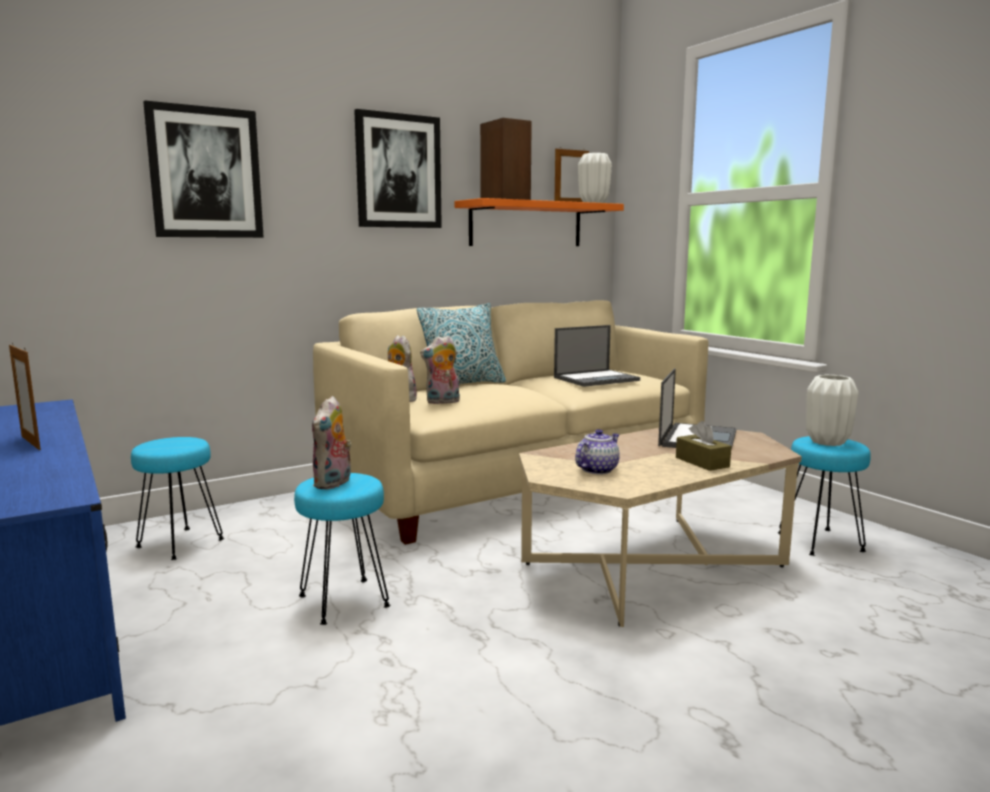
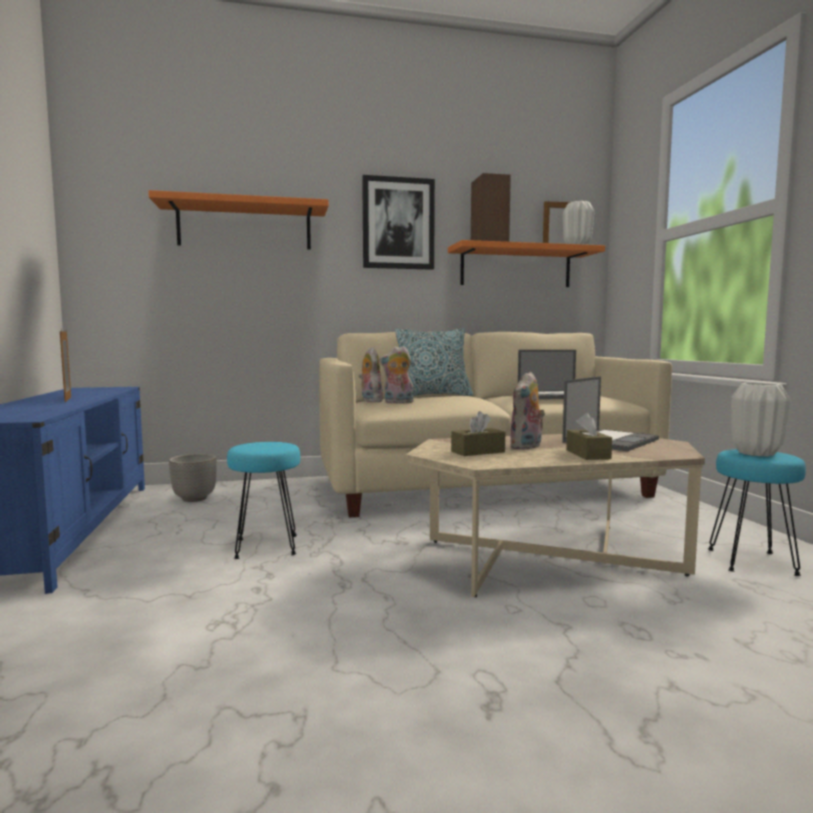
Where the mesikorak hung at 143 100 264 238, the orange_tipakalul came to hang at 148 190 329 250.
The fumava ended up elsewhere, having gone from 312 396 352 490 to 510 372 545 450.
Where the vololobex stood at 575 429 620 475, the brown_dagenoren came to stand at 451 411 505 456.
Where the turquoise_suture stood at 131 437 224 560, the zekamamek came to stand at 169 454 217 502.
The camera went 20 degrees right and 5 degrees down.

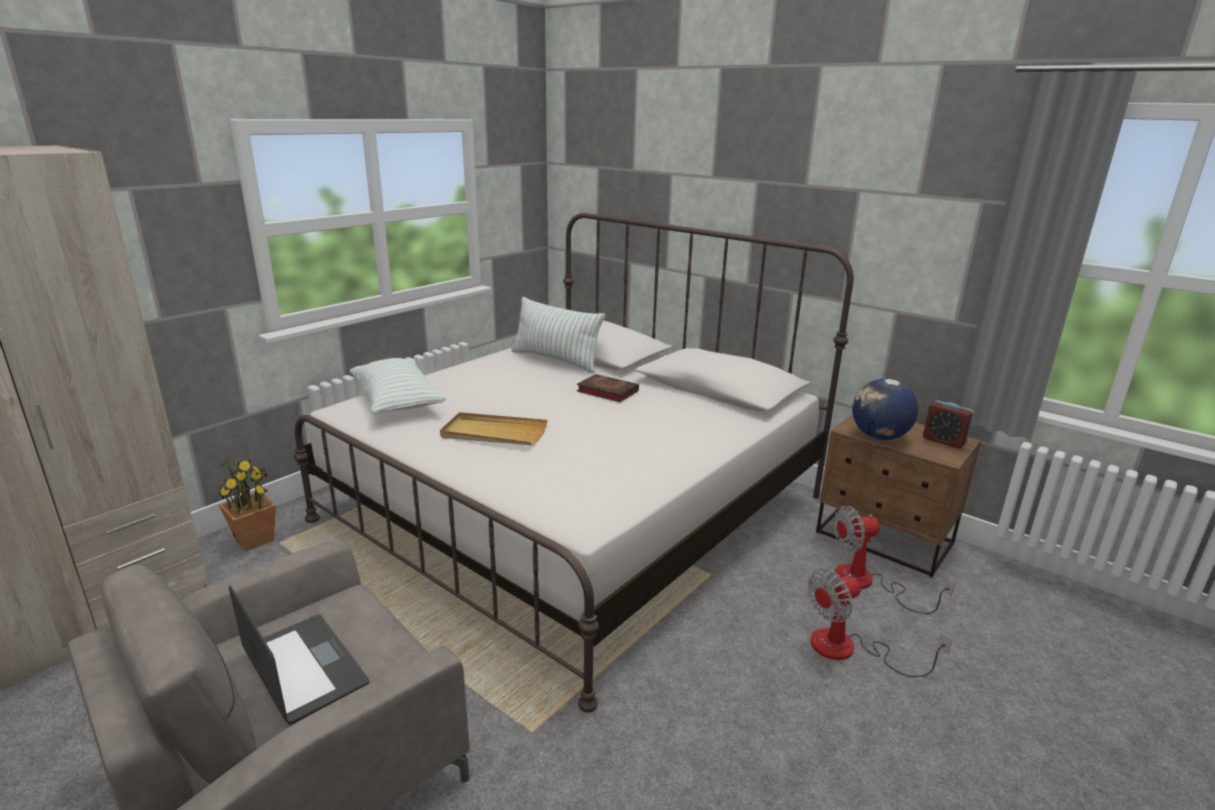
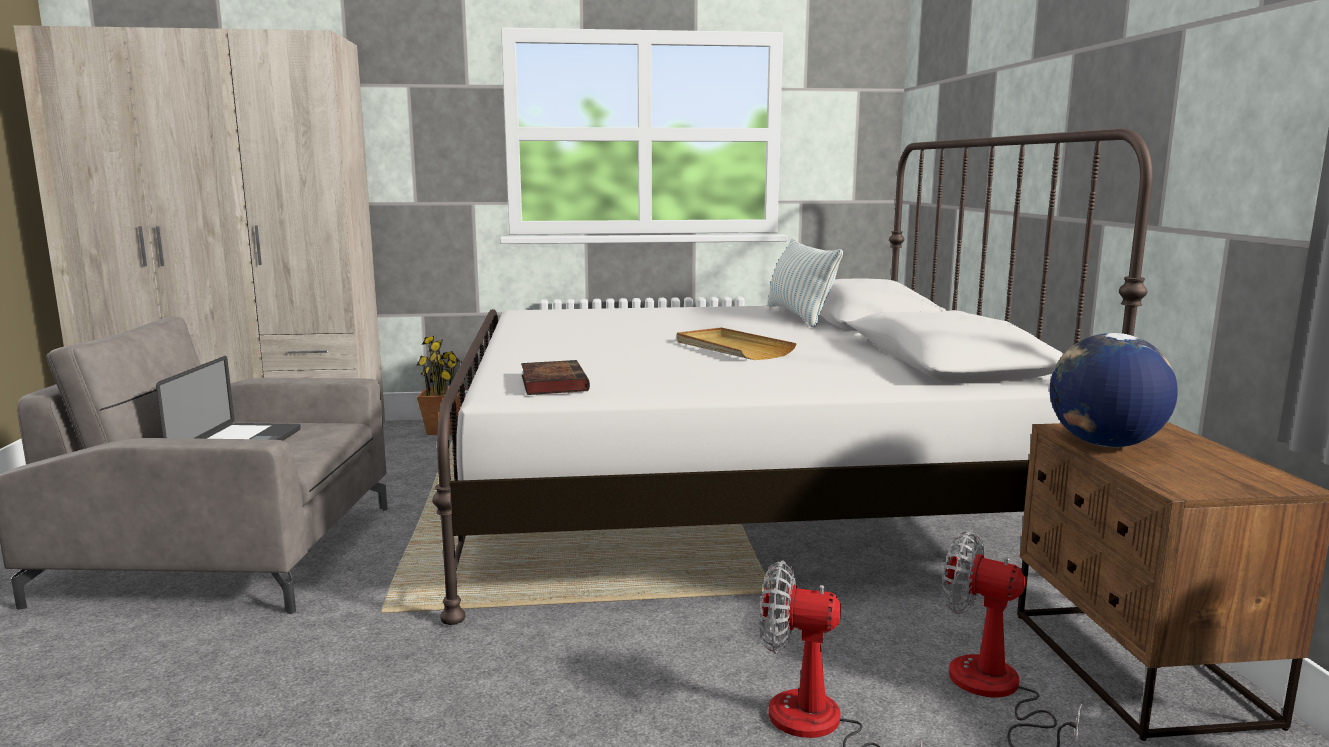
The second view lost the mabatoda at 350 358 446 415.
The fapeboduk ended up elsewhere, having gone from 577 374 639 402 to 521 360 590 395.
The second view lost the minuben at 923 400 974 448.
The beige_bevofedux ended up elsewhere, having gone from 440 412 547 445 to 677 327 797 360.
The camera went 45 degrees right and 10 degrees down.

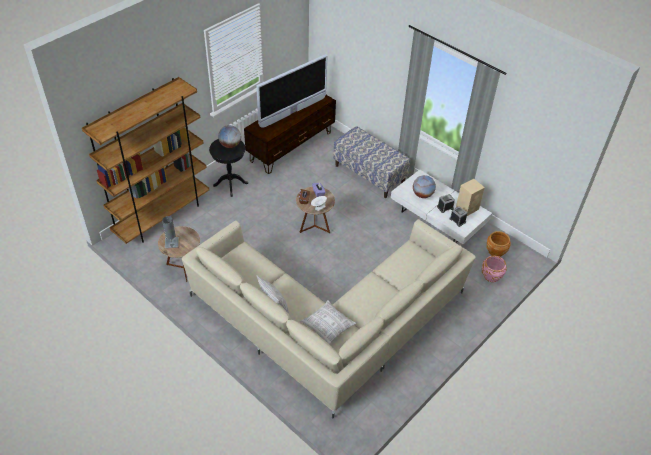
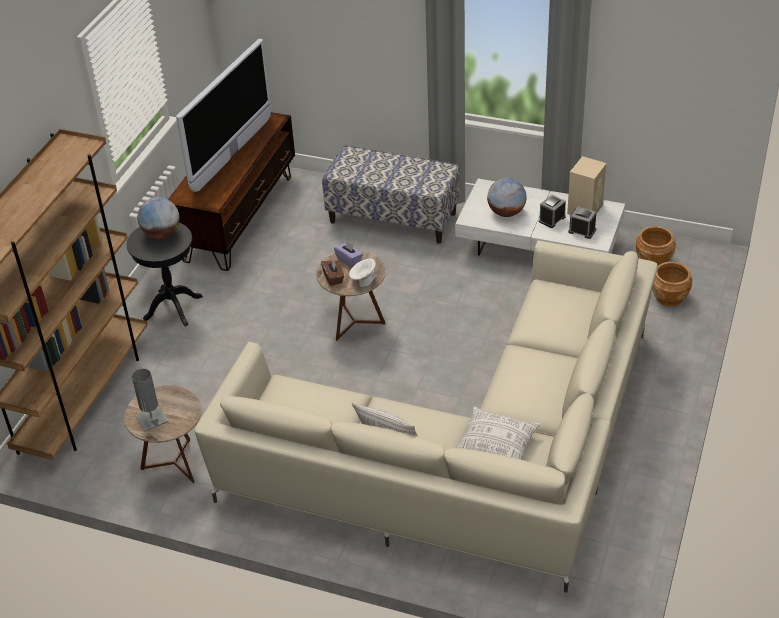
What was the pink_zekamamek at 482 255 507 282 turned into the brown_zekamamek at 652 262 692 307.
The camera went 20 degrees left and 5 degrees down.

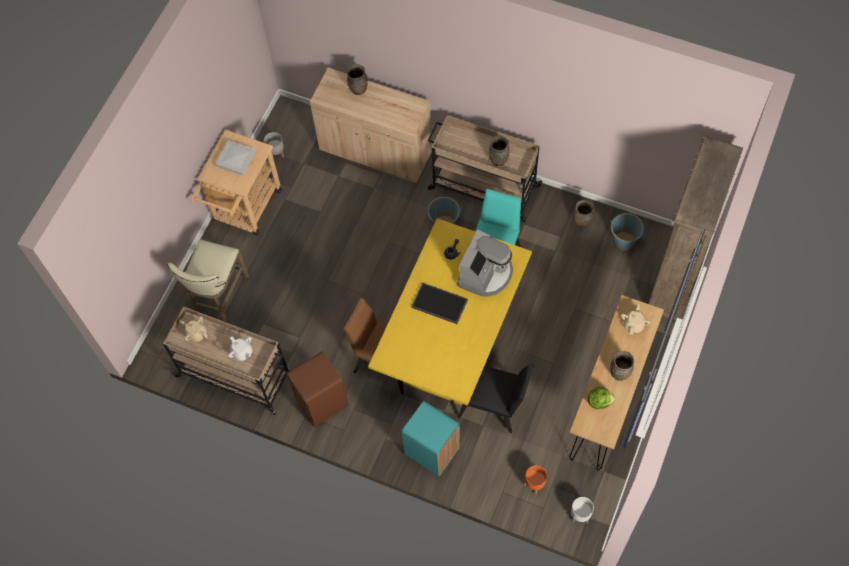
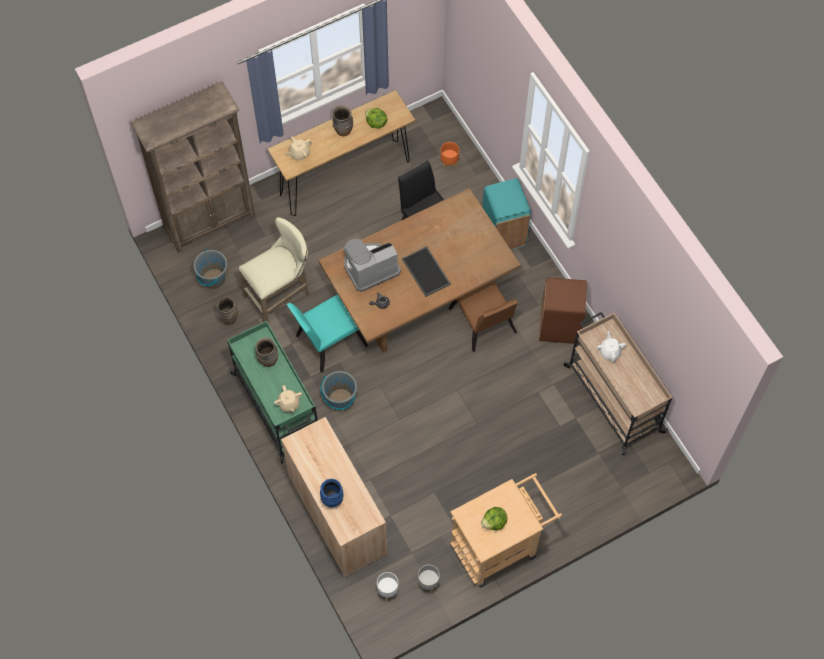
What was the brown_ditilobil at 347 64 368 95 turned into the blue_ditilobil at 320 479 344 507.
What was the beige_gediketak at 428 115 542 222 turned into the green_gediketak at 227 321 318 463.
Where the white_bevofedux stood at 215 140 256 175, the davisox came to stand at 481 507 507 530.
What was the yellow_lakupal at 368 218 532 406 turned into the brown_lakupal at 319 188 521 353.
The beige_suture ended up elsewhere, having gone from 167 239 249 322 to 238 217 309 324.
The beige_vololobex ended up elsewhere, having gone from 180 316 208 342 to 274 385 302 412.
The white_zekamamek ended up elsewhere, having gone from 571 497 594 524 to 377 572 399 601.
The camera went 145 degrees left and 0 degrees up.

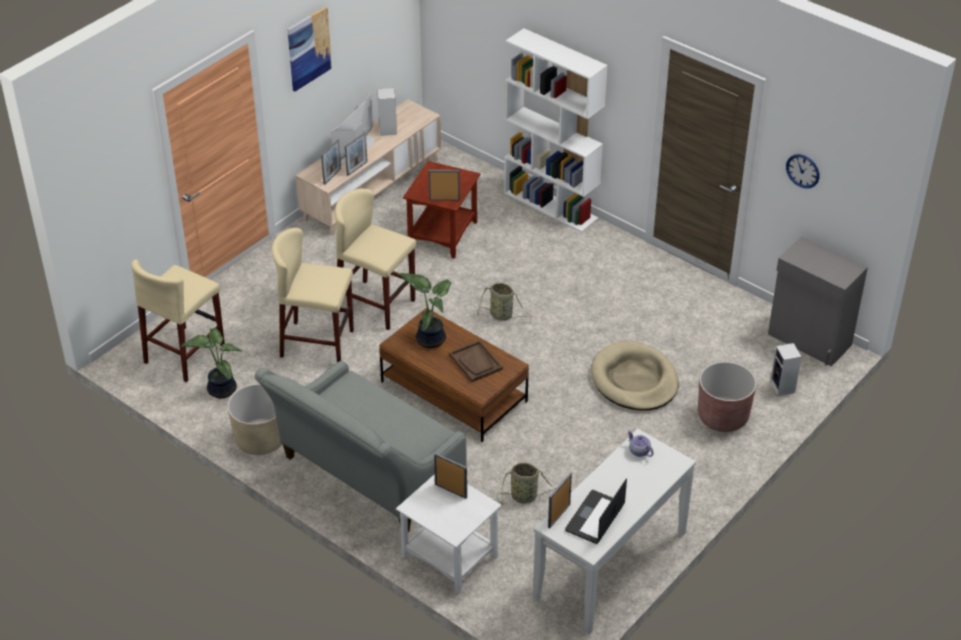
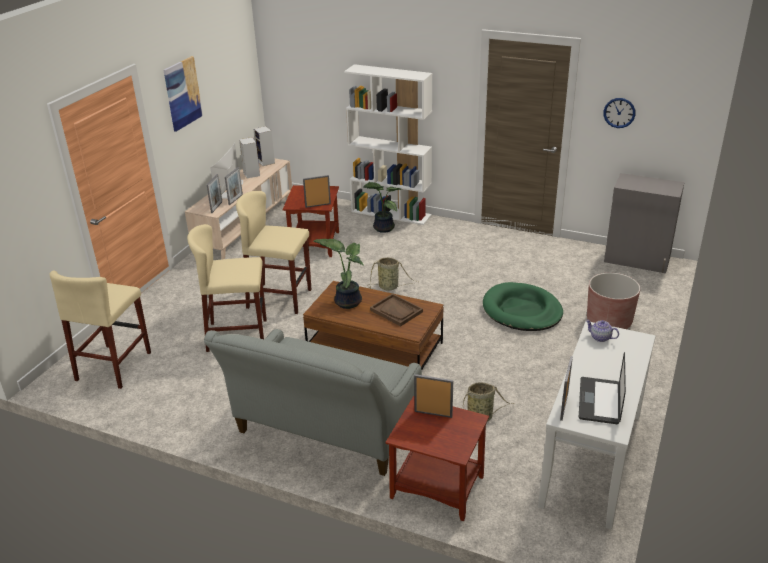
The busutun ended up elsewhere, having gone from 181 328 242 399 to 363 182 401 233.
What was the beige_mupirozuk at 591 341 679 411 turned into the green_mupirozuk at 483 282 563 331.
The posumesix ended up elsewhere, having gone from 770 343 802 396 to 253 126 275 166.
The second view lost the beige_zekamamek at 228 384 282 455.
What was the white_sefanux at 396 474 502 595 turned into the brown_sefanux at 385 396 489 521.
The camera went 15 degrees left and 10 degrees down.

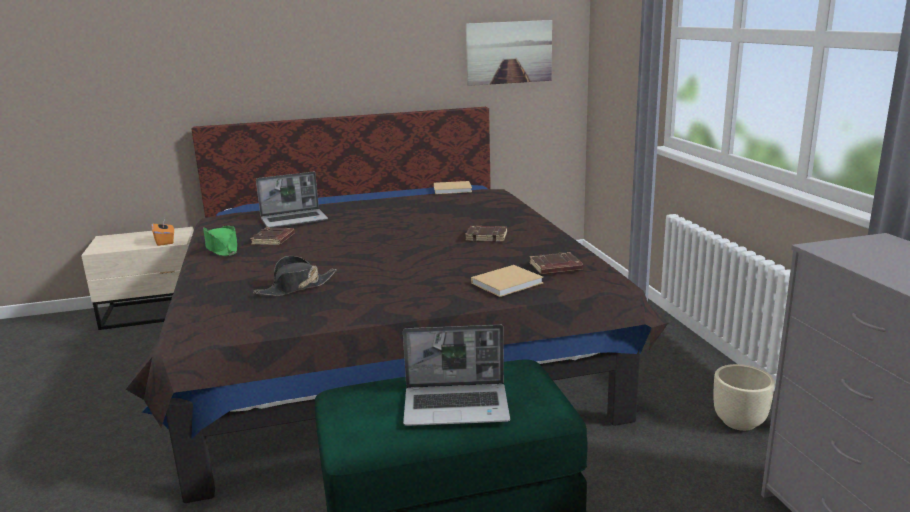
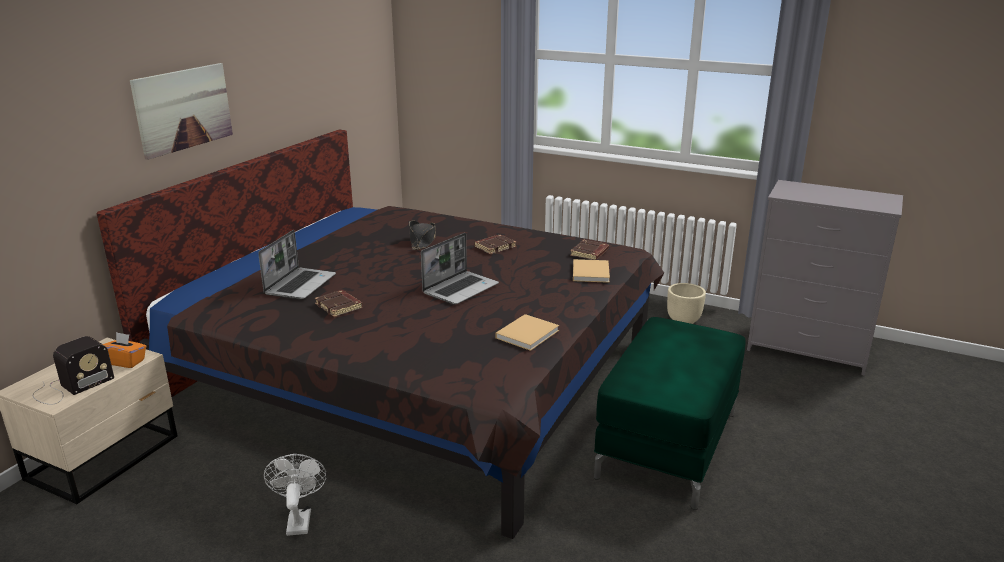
The mesikorak ended up elsewhere, having gone from 466 20 552 86 to 130 63 233 160.
The beige_fapeboduk ended up elsewhere, having gone from 434 181 472 194 to 496 314 559 351.
The second view lost the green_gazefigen at 203 226 237 256.
The black_gazefigen ended up elsewhere, having gone from 253 256 337 296 to 409 220 436 250.
The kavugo ended up elsewhere, having gone from 403 324 510 426 to 421 233 499 304.
The second view gained the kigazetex at 33 336 114 405.
The second view gained the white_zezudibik at 264 454 327 536.
The camera went 50 degrees left and 5 degrees up.

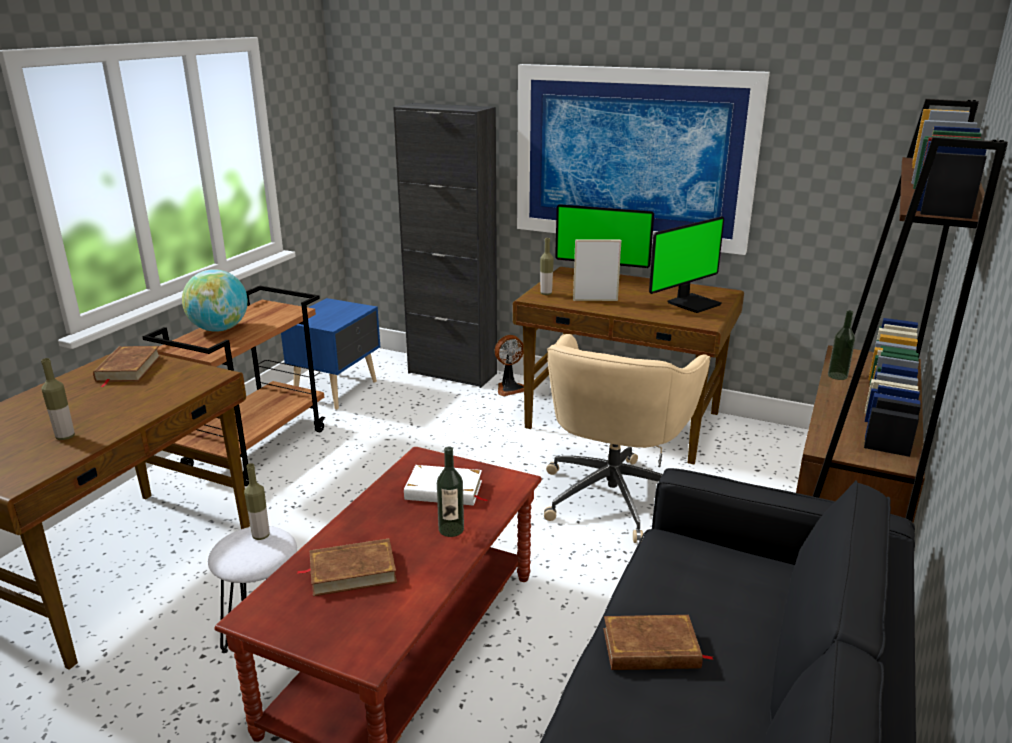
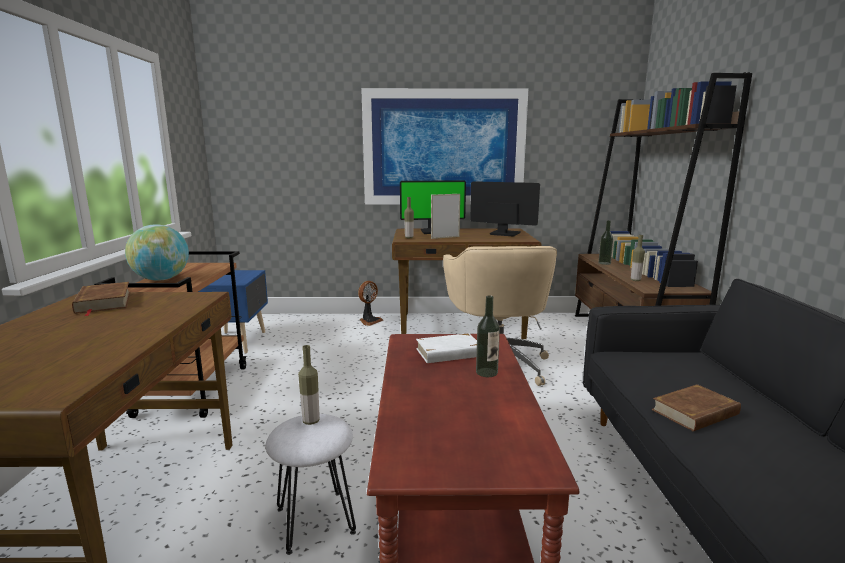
The second view lost the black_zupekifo at 393 103 497 388.
The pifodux at 649 216 724 313 ended up facing another way, 90 degrees counterclockwise from before.
The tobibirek ended up elsewhere, having gone from 41 358 75 440 to 631 235 645 281.
The second view lost the brown_fapeboduk at 296 539 397 596.
The camera went 25 degrees left and 10 degrees down.

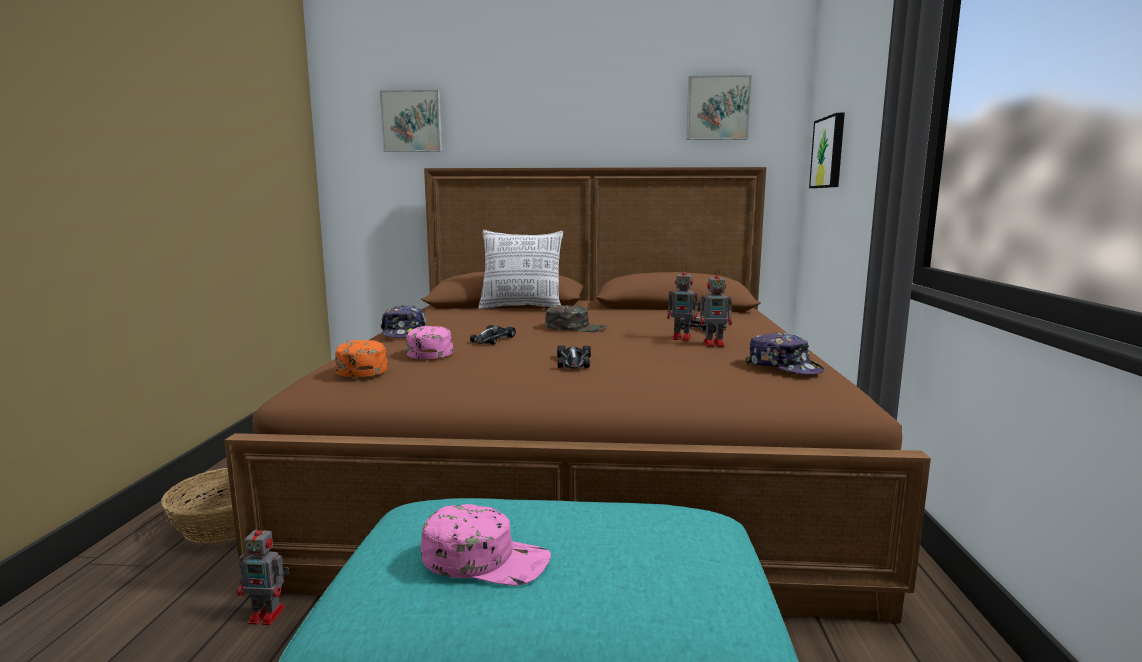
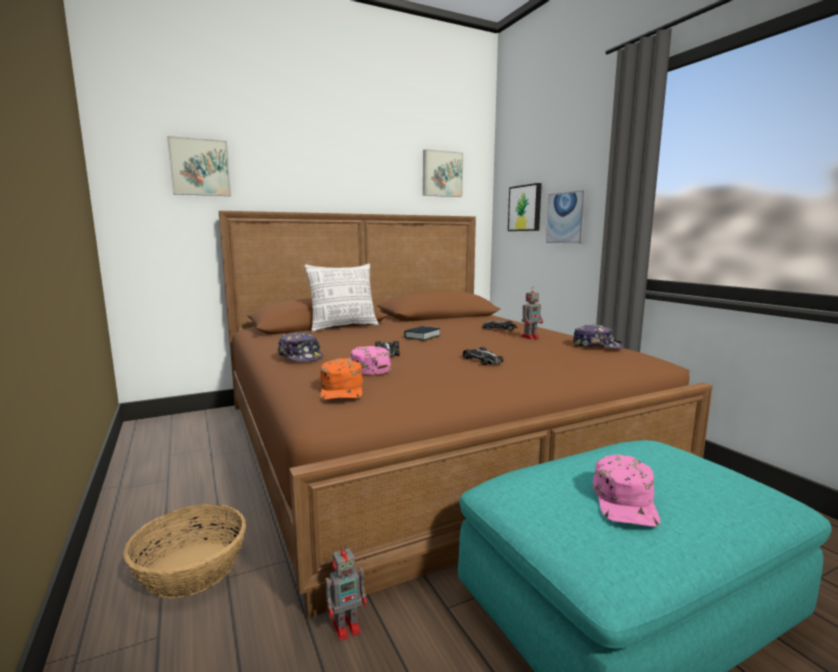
The second view lost the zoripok at 667 266 700 341.
Where the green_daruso stood at 545 305 608 332, the fapeboduk came to stand at 404 326 441 341.
The orange_daruso at 335 340 388 377 ended up facing another way, 135 degrees counterclockwise from before.
The pink_daruso at 421 504 551 585 ended up facing another way, 120 degrees clockwise from before.
The second view gained the mesikorak at 546 190 587 243.
The camera went 30 degrees left and 0 degrees up.

